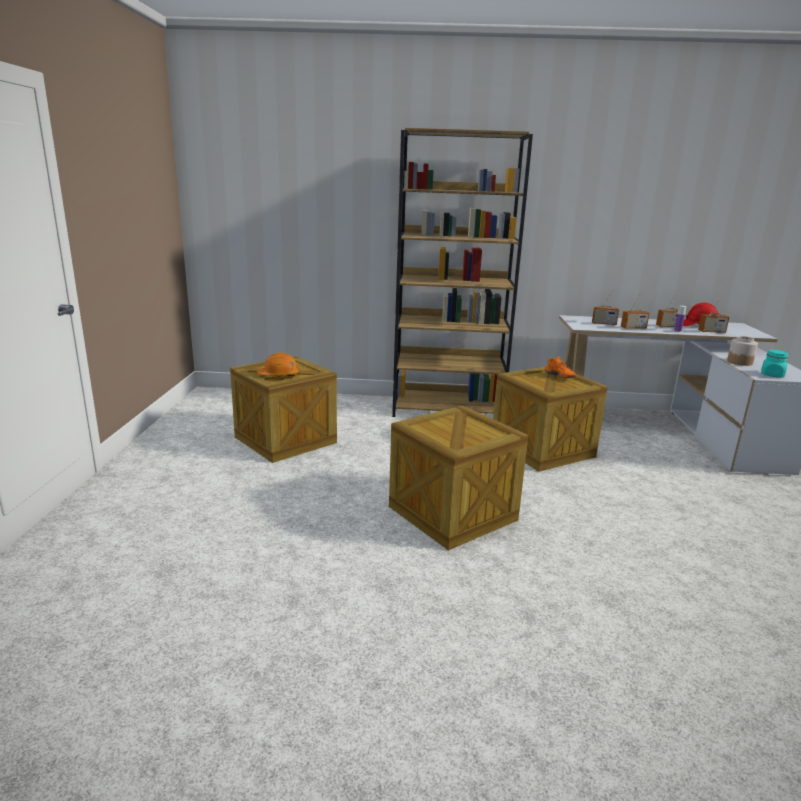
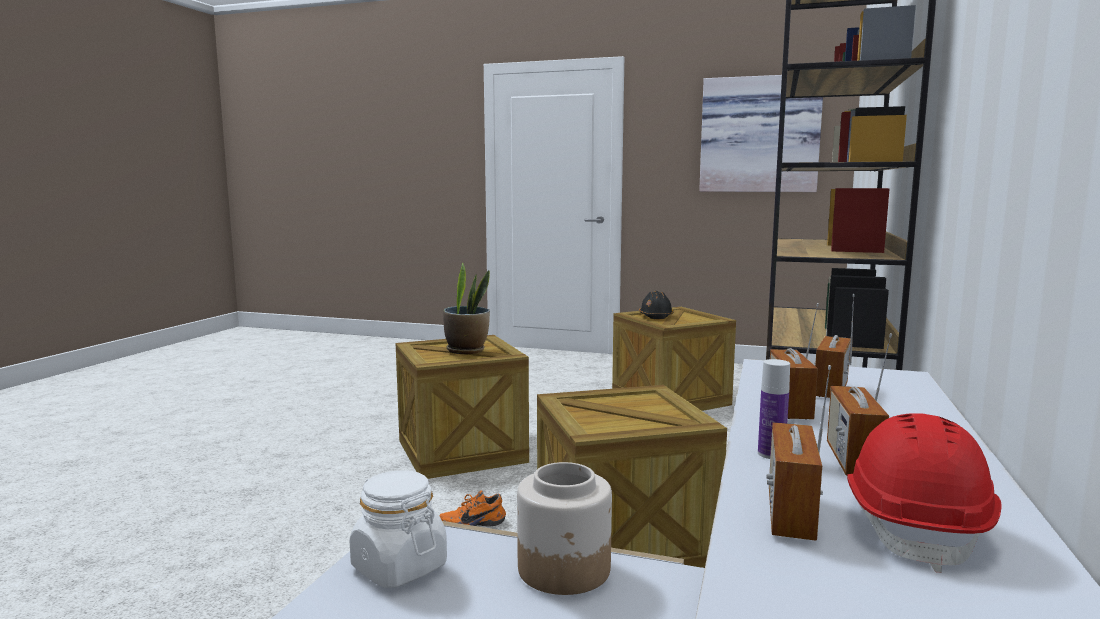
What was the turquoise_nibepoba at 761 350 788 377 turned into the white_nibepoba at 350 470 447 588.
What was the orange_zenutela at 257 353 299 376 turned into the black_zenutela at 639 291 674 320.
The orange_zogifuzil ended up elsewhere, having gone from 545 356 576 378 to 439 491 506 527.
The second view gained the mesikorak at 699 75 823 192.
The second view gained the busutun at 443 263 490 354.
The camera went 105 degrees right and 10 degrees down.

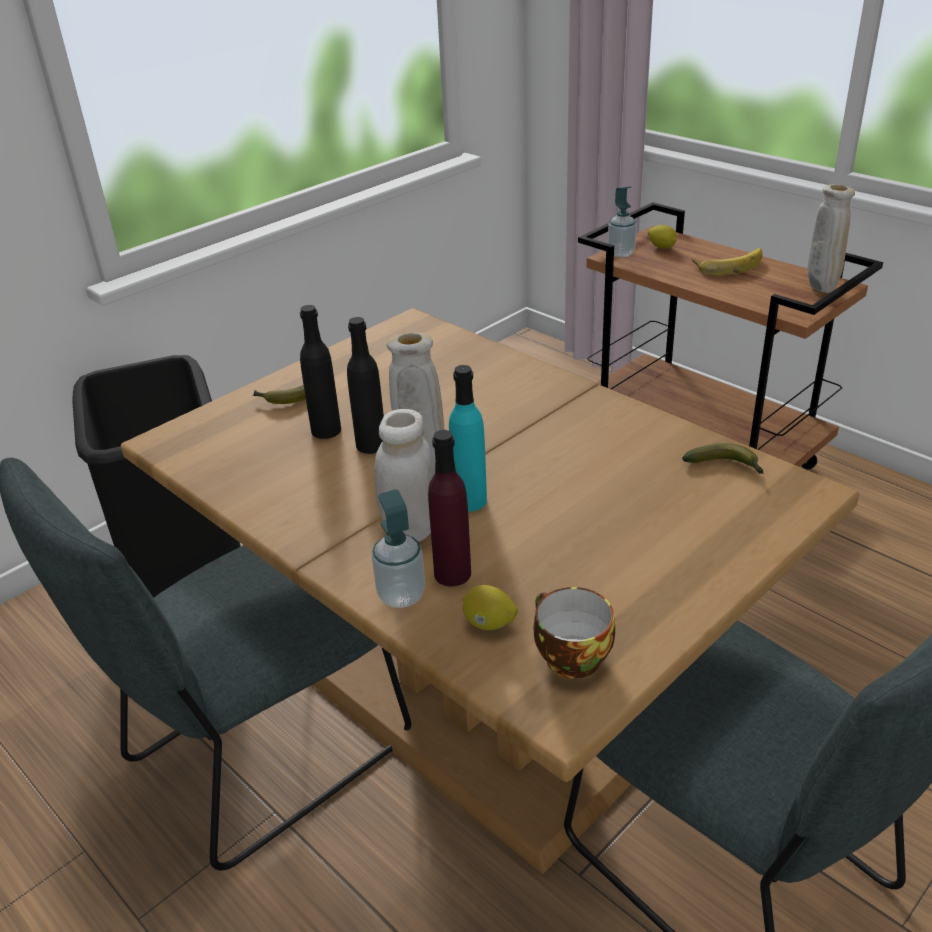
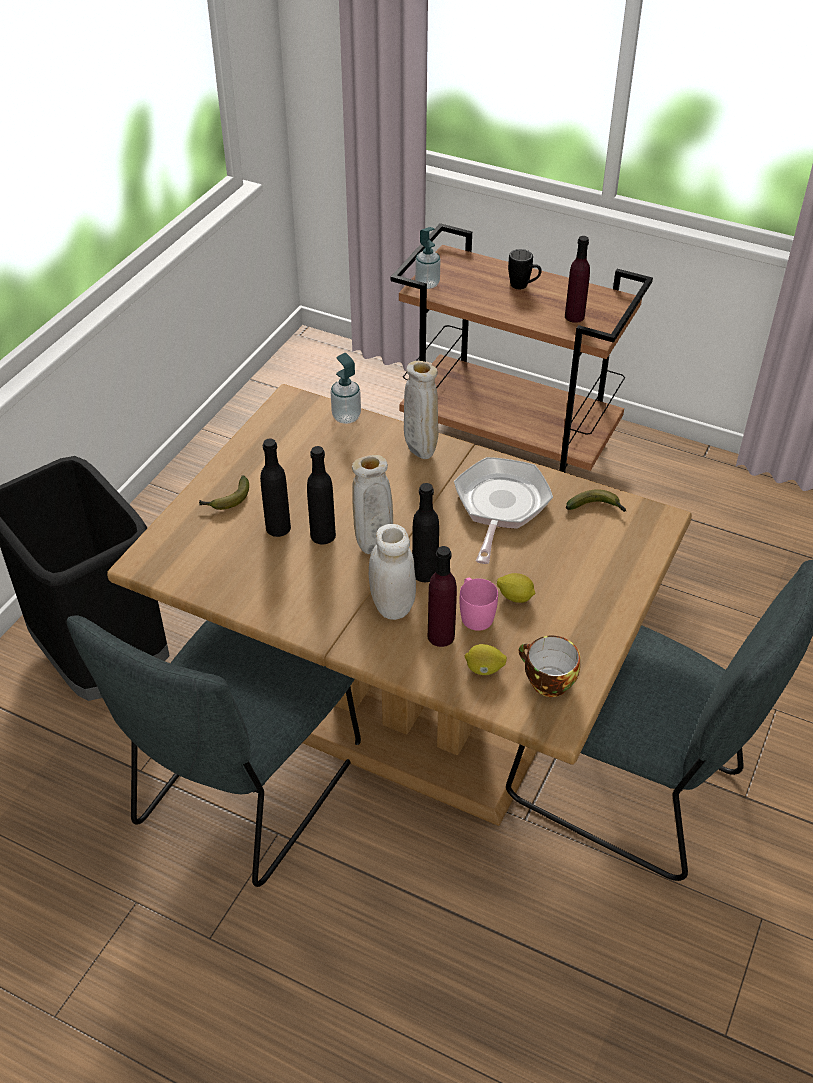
The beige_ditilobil ended up elsewhere, having gone from 807 184 855 293 to 404 361 438 459.
The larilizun ended up elsewhere, having gone from 648 225 677 249 to 497 573 535 603.
Where the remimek stood at 692 248 763 275, the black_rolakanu came to stand at 508 249 542 289.
What was the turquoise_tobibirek at 449 365 487 511 turned into the black_tobibirek at 412 483 439 582.
The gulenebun ended up elsewhere, having gone from 372 489 425 608 to 330 353 361 424.
The second view gained the purple_tobibirek at 565 236 590 323.
The second view gained the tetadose at 454 457 553 564.
The second view gained the pink_rolakanu at 460 578 498 631.
The camera went 20 degrees left and 10 degrees up.

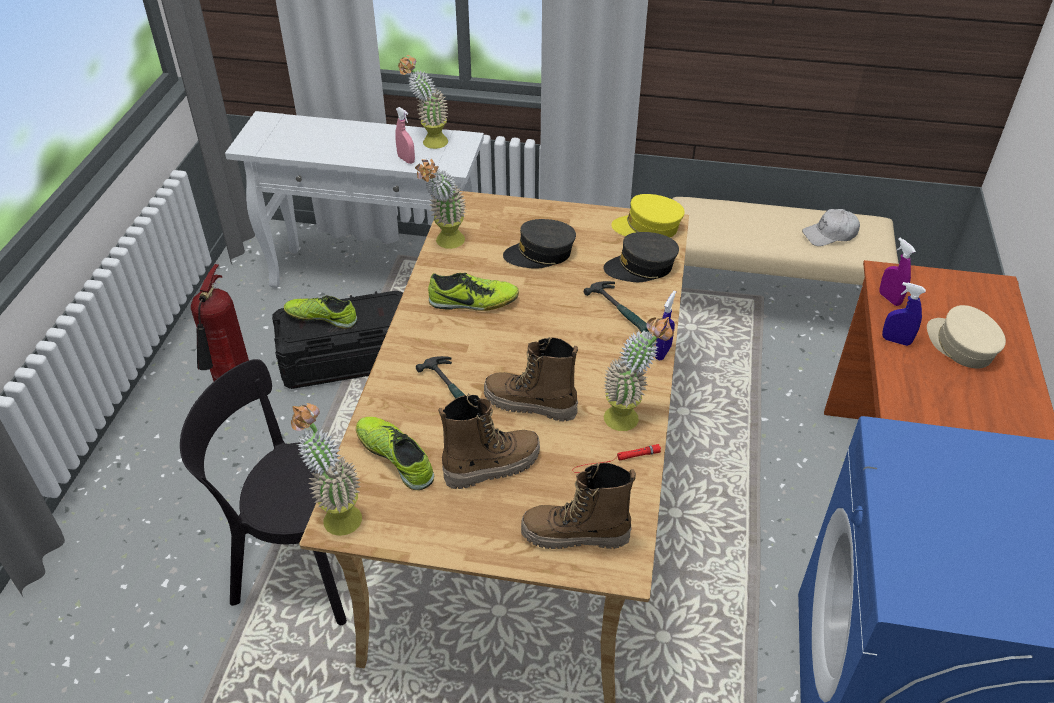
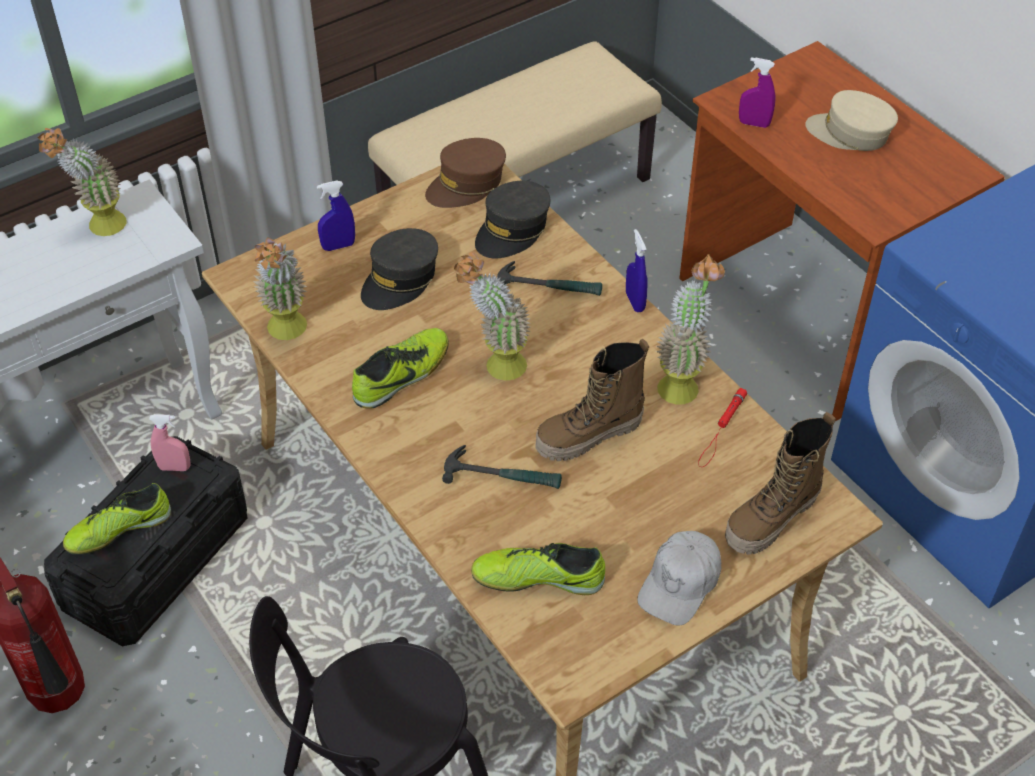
The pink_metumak ended up elsewhere, having gone from 395 107 415 164 to 149 414 191 471.
What was the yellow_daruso at 611 194 685 238 turned into the brown_daruso at 425 138 506 208.
The white_daruso ended up elsewhere, having gone from 802 209 860 246 to 637 531 721 625.
The blue_metumak ended up elsewhere, having gone from 882 282 926 346 to 317 180 355 251.
The second view lost the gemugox at 438 394 540 489.
The busutun ended up elsewhere, having gone from 291 403 362 536 to 454 252 530 381.
The camera went 45 degrees left and 5 degrees up.

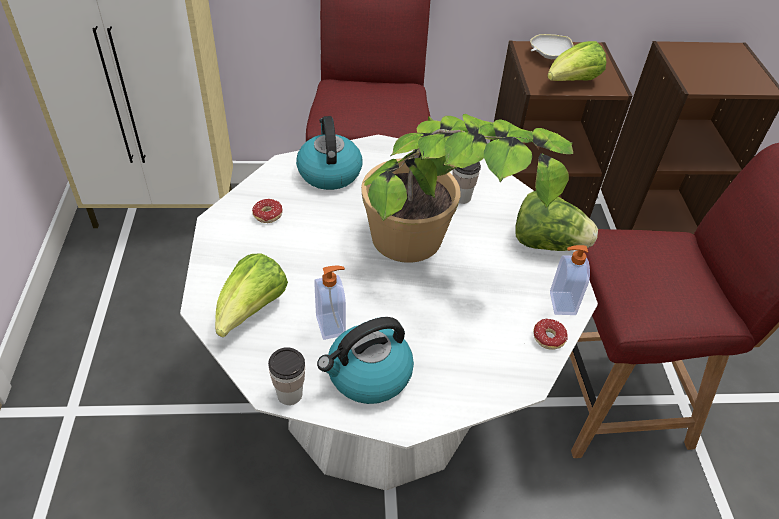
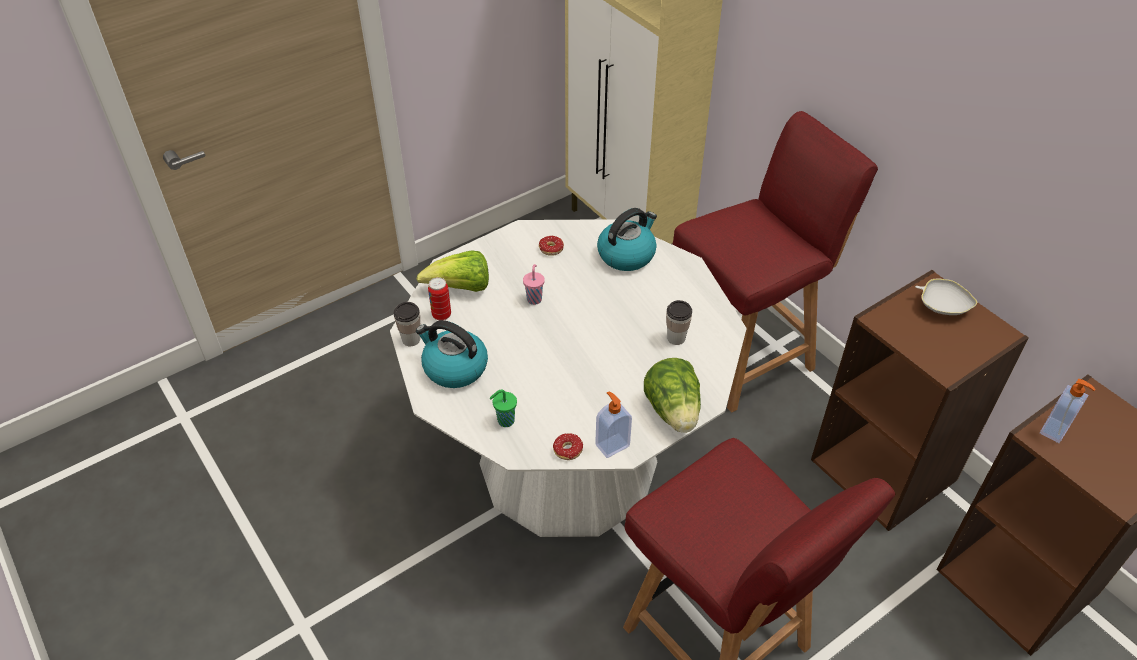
The second view lost the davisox at 547 41 606 81.
The second view lost the busutun at 361 114 573 263.
The gulenebun ended up elsewhere, having gone from 314 266 346 340 to 1040 379 1095 443.
The second view gained the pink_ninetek at 523 264 545 305.
The second view gained the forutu at 428 277 451 320.
The second view gained the green_ninetek at 490 390 517 427.
The camera went 60 degrees right and 0 degrees up.

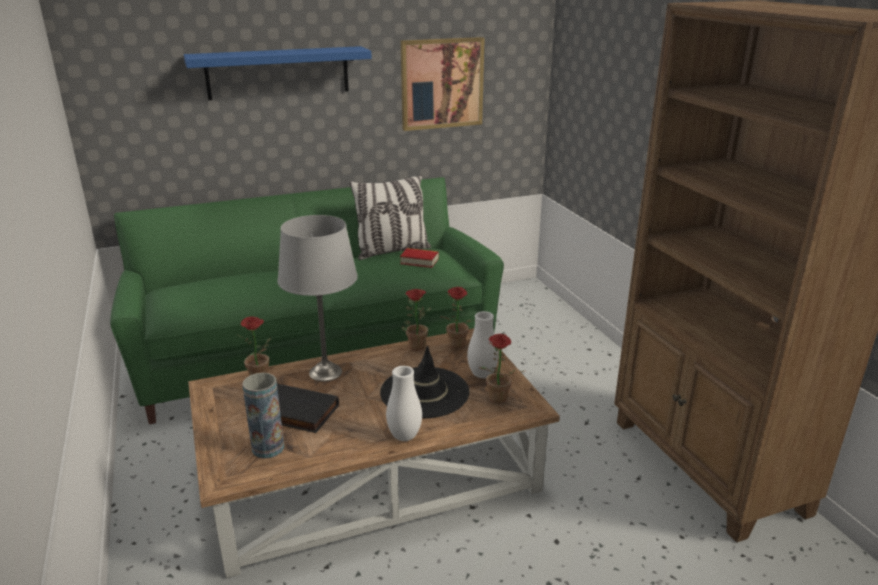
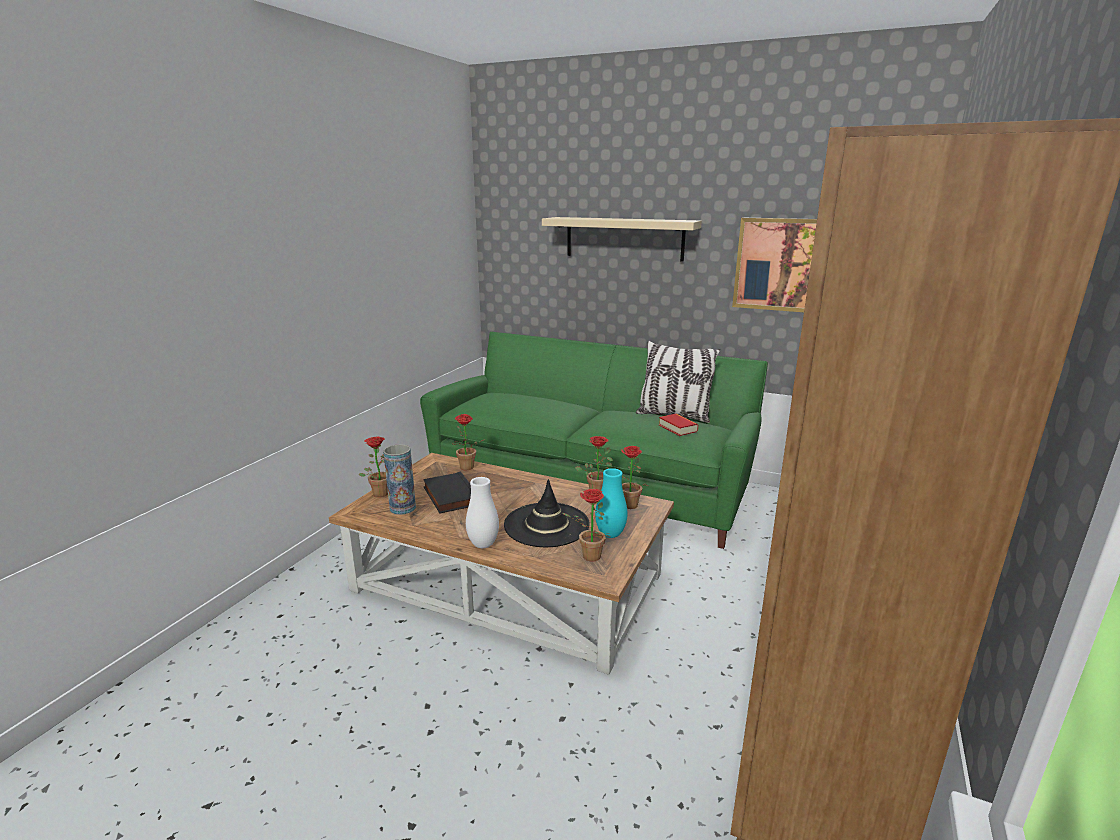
What was the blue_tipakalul at 184 46 372 100 turned into the beige_tipakalul at 542 217 702 262.
The second view lost the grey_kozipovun at 277 215 358 382.
What was the white_ditilobil at 467 311 499 378 turned into the turquoise_ditilobil at 595 468 628 538.
The second view gained the busutun at 359 437 388 497.
The camera went 45 degrees right and 5 degrees down.

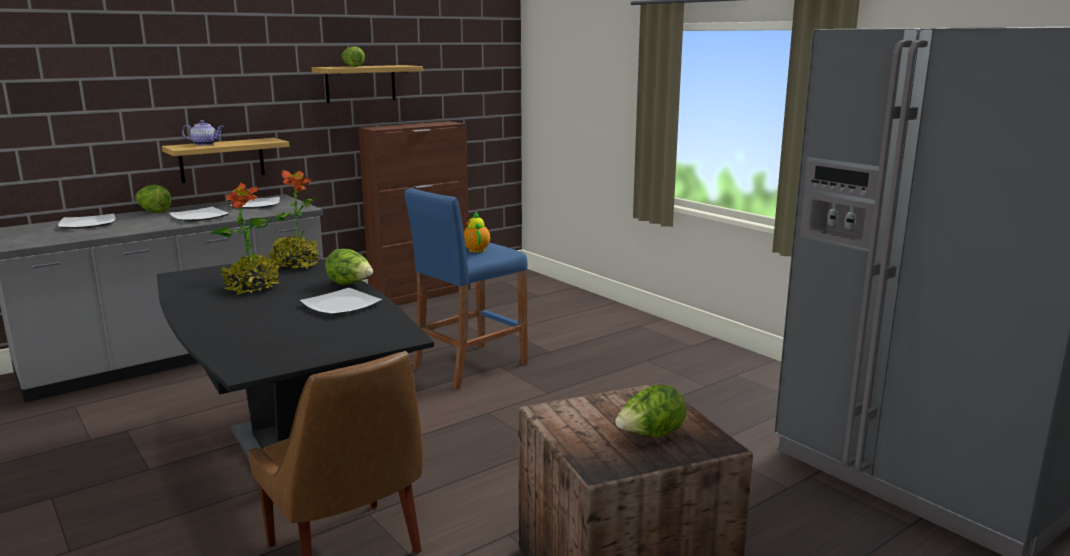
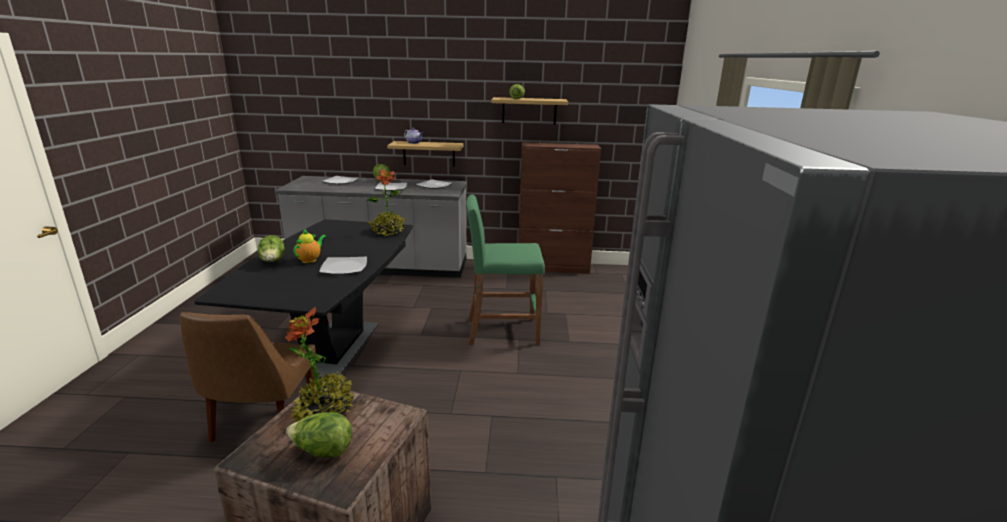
The busutun ended up elsewhere, having gone from 211 183 280 295 to 285 306 355 422.
What was the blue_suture at 404 188 528 390 turned into the green_suture at 467 194 545 345.
The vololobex ended up elsewhere, having gone from 464 212 490 252 to 293 228 326 263.
The davisox ended up elsewhere, having gone from 325 249 373 285 to 258 235 285 262.
The camera went 40 degrees right and 5 degrees up.

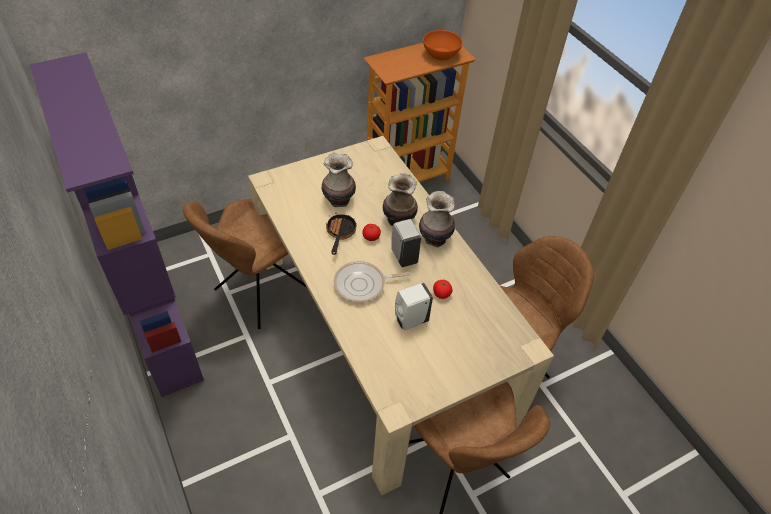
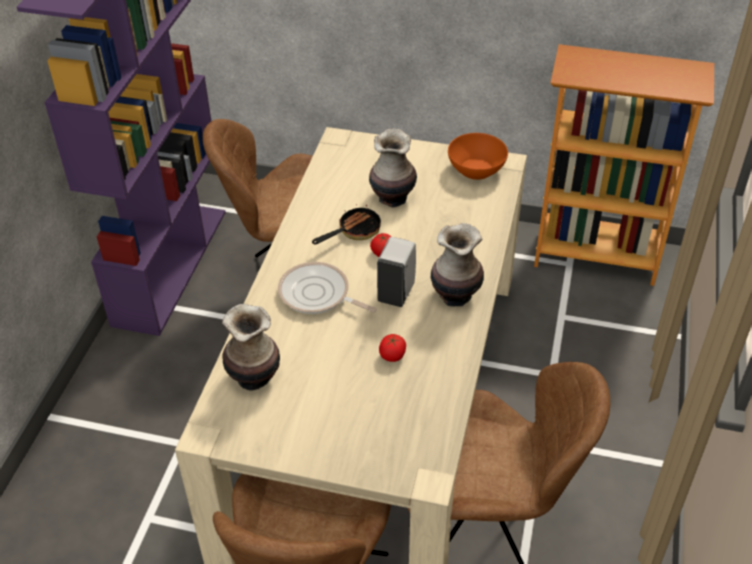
The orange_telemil ended up elsewhere, having gone from 423 30 463 60 to 448 133 508 180.
The ditilobil ended up elsewhere, having gone from 383 173 418 226 to 222 304 280 390.
The second view lost the white_gulenebun at 395 283 433 331.
The camera went 45 degrees right and 5 degrees down.

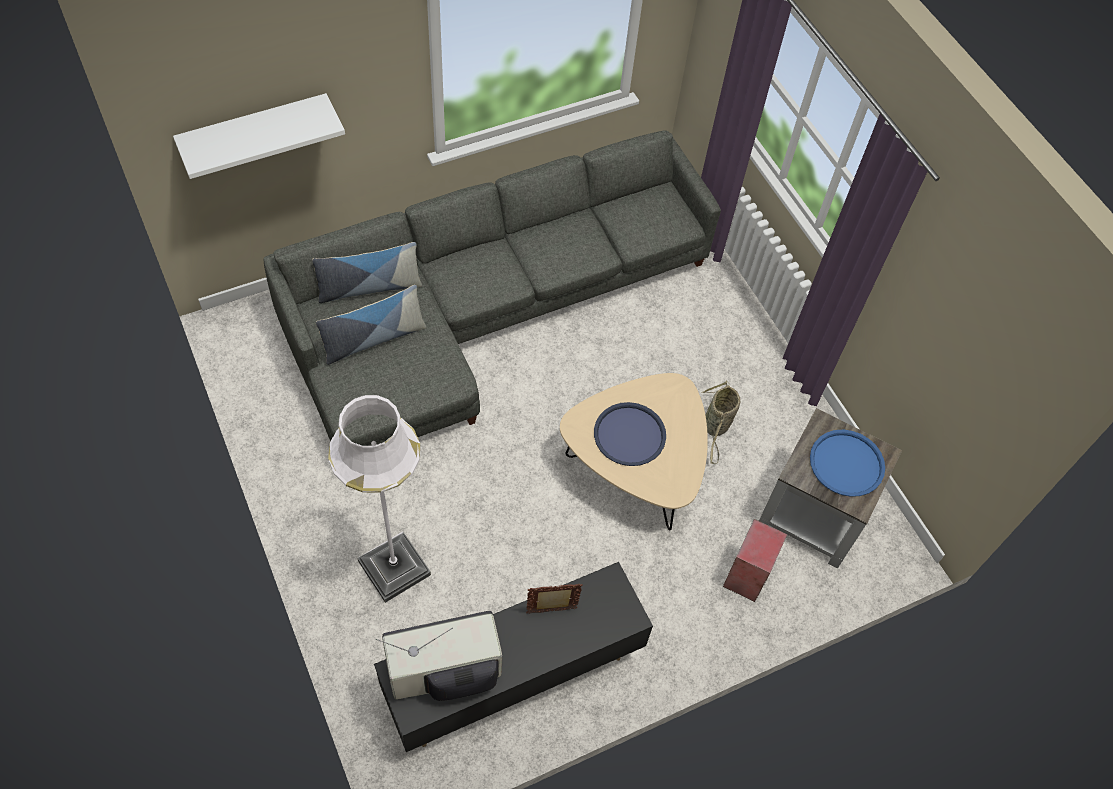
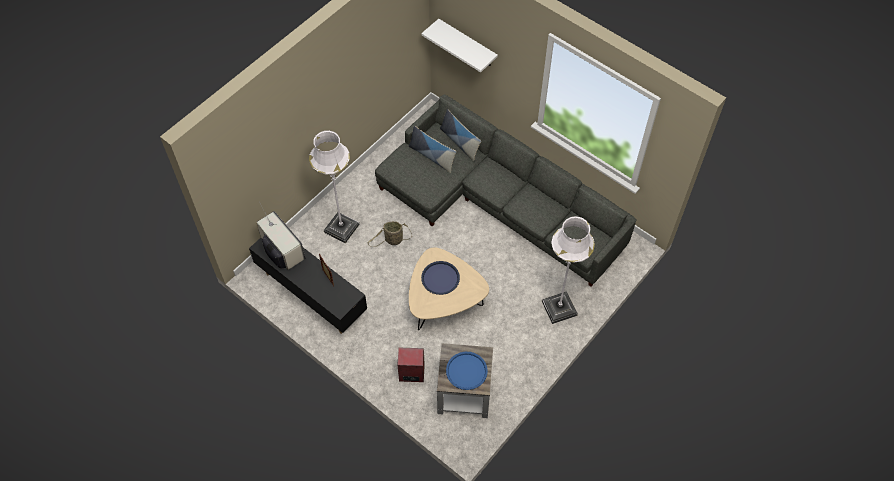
The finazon ended up elsewhere, having gone from 701 381 740 464 to 367 221 412 247.
The second view gained the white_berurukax at 542 216 595 324.
The camera went 70 degrees right and 0 degrees up.

